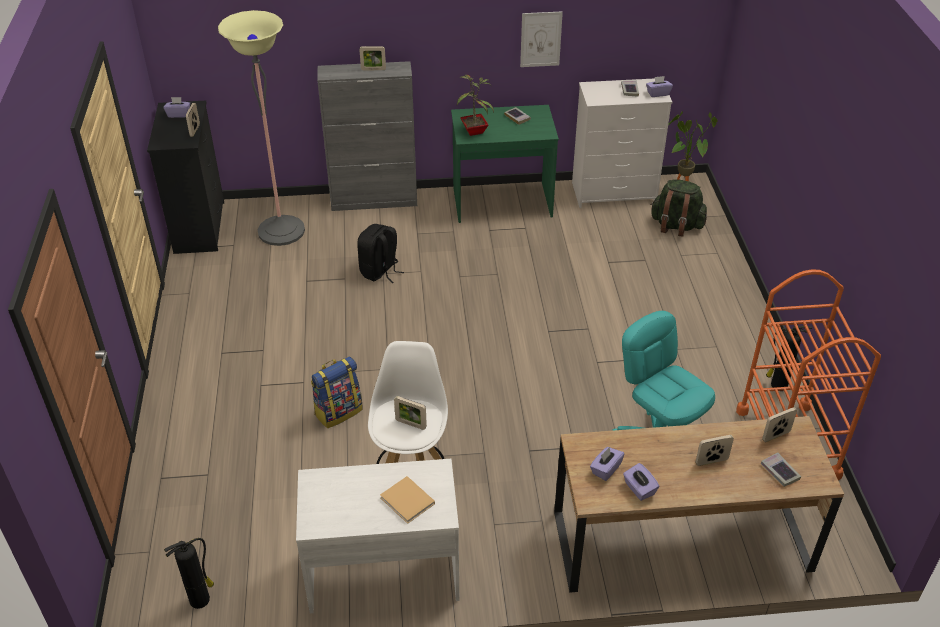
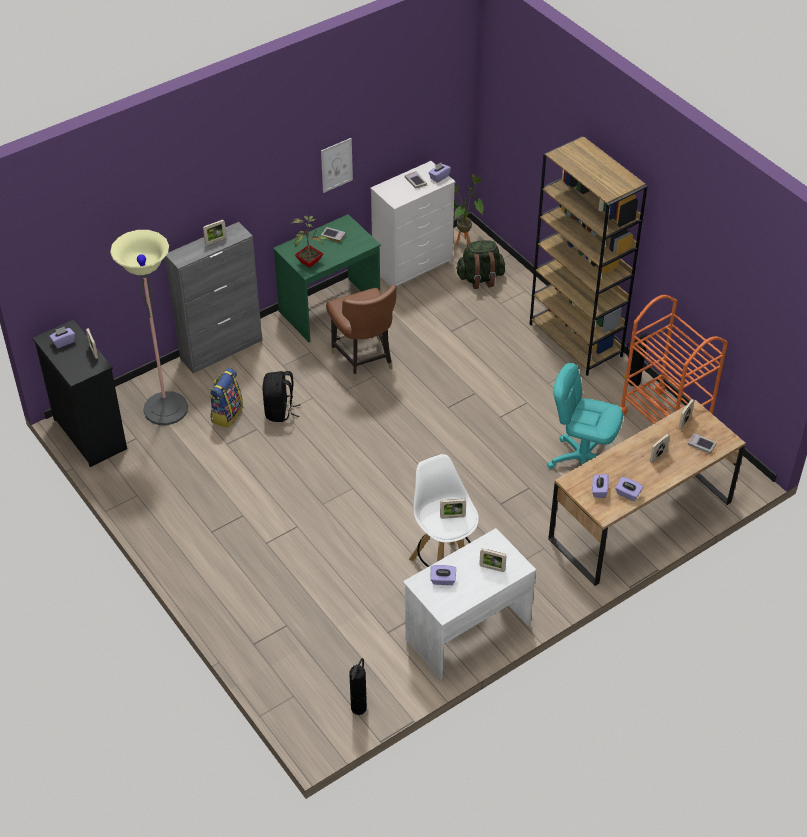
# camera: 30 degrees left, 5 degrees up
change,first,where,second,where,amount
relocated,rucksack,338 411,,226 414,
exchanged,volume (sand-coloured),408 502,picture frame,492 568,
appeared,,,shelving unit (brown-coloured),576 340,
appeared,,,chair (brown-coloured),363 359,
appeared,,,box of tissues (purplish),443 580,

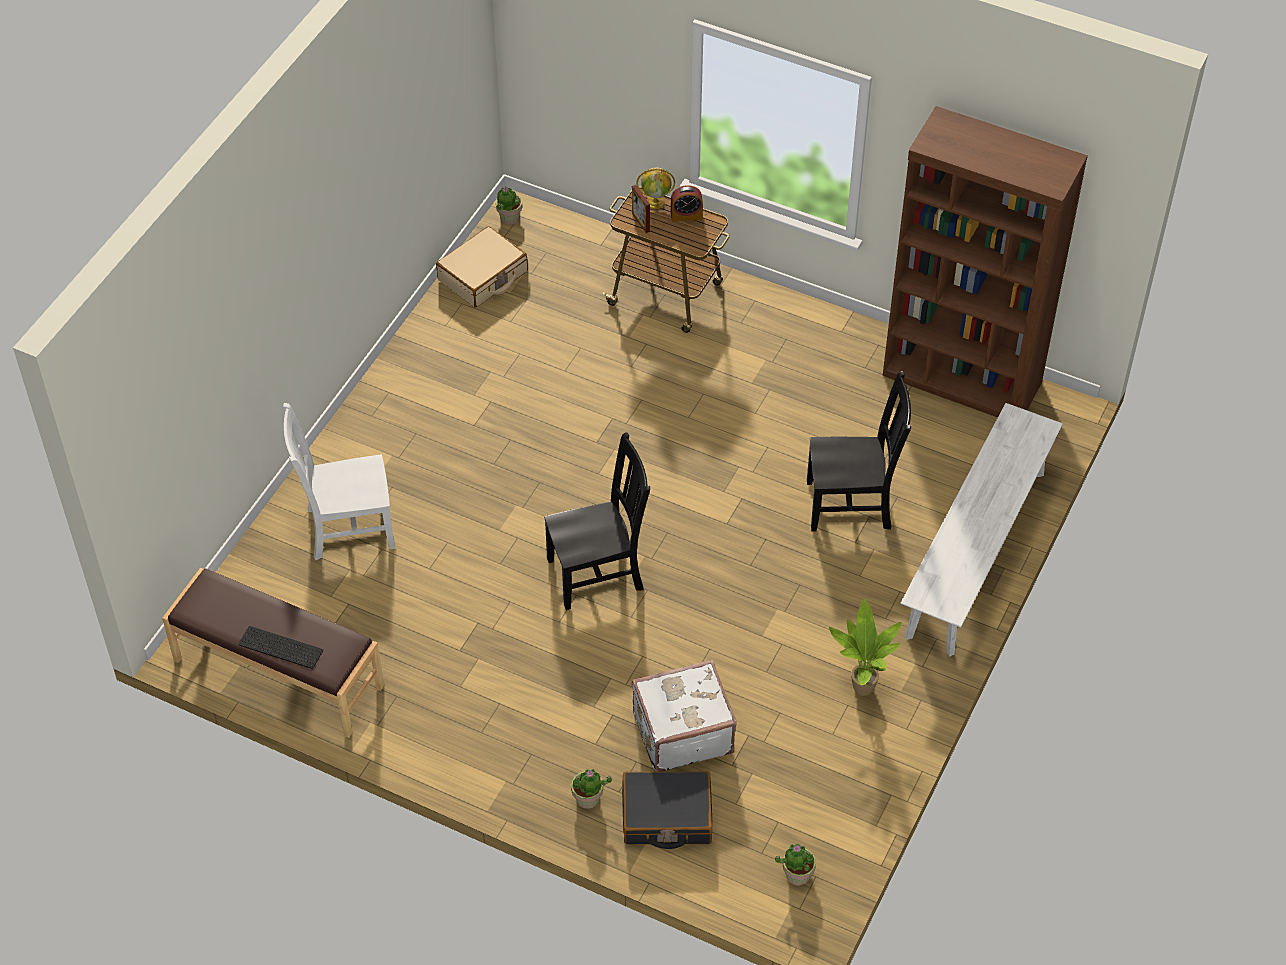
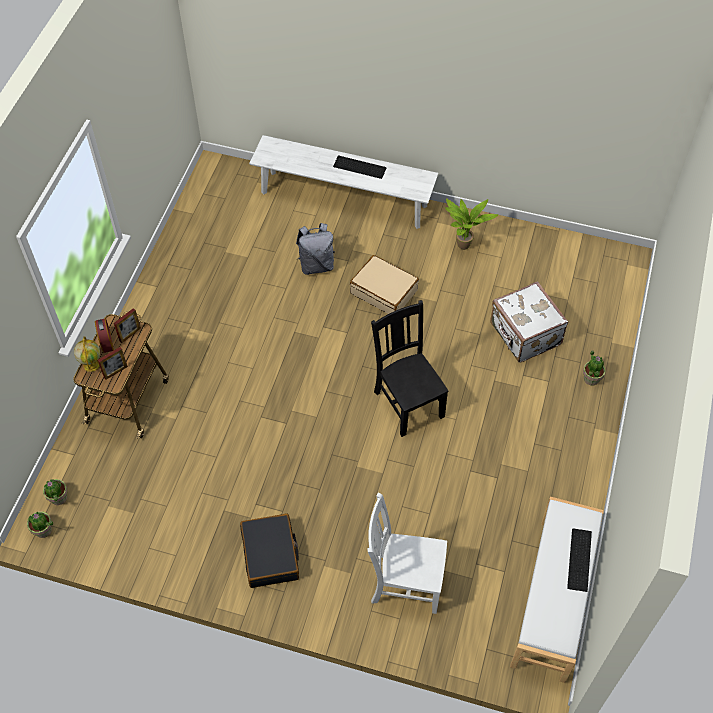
# camera: 100 degrees left, 5 degrees up
change,first,where,second,where,amount
missing,shelving unit (brown-coloured),962 380,,,
relocated,travel case (sand-coloured),483 276,,384 291,
exchanged,chair (black),852 504,rucksack (gray),316 265,
spun,chair (white),347 528,,404 582,120 degrees clockwise
colour,bench (brown-coloured),278 674,bench (white),553 599,
relocated,travel case (black),667 816,,270 555,
relocated,potted plant,797 874,,58 498,
appeared,,,PC keyboard,360 166,
appeared,,,picture frame,130 334,

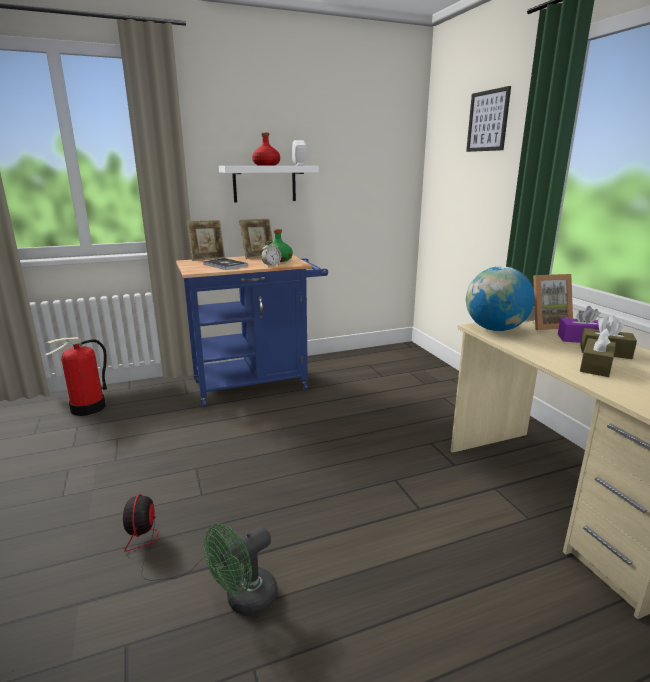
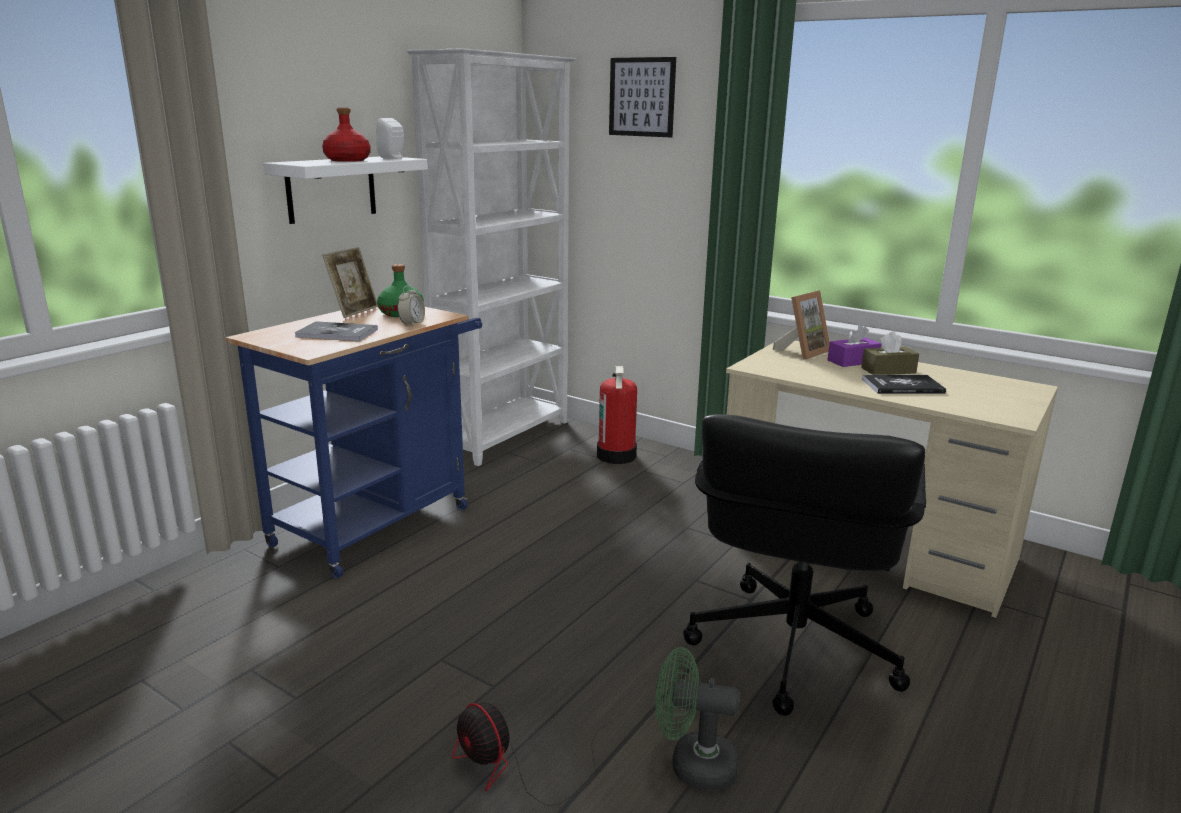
# camera: 35 degrees left, 0 degrees up
change,first,where,second,where,amount
missing,picture frame,207 258,,,
missing,world globe,495 329,,,
exchanged,box of tissues (brown-coloured),596 366,volume,902 386,
relocated,extinguisher,88 408,,617 456,
spun,electric fan (greenish),245 601,,692 765,90 degrees clockwise
appeared,,,shelving unit (white),505 436,
appeared,,,office chair (black),791 648,

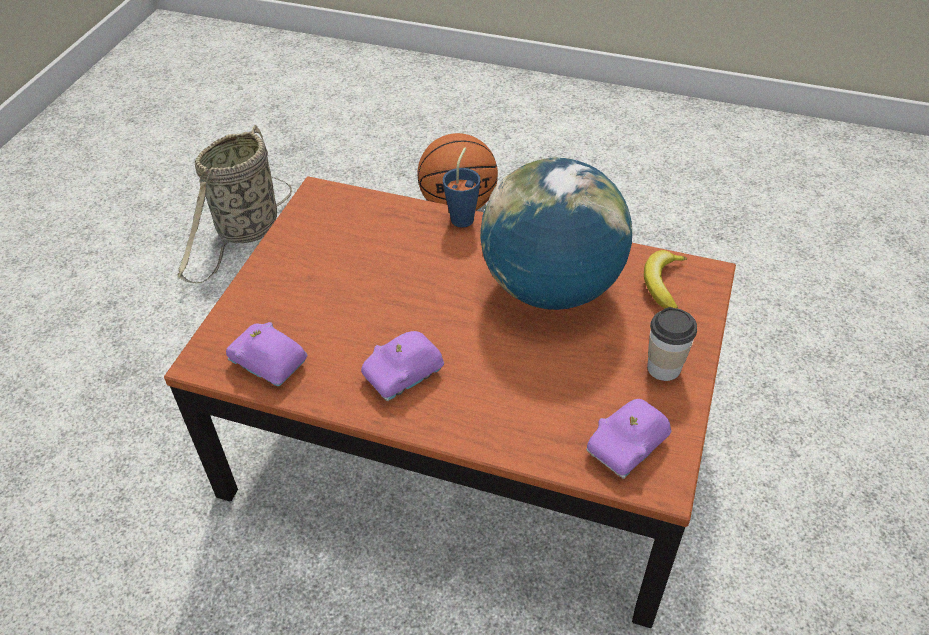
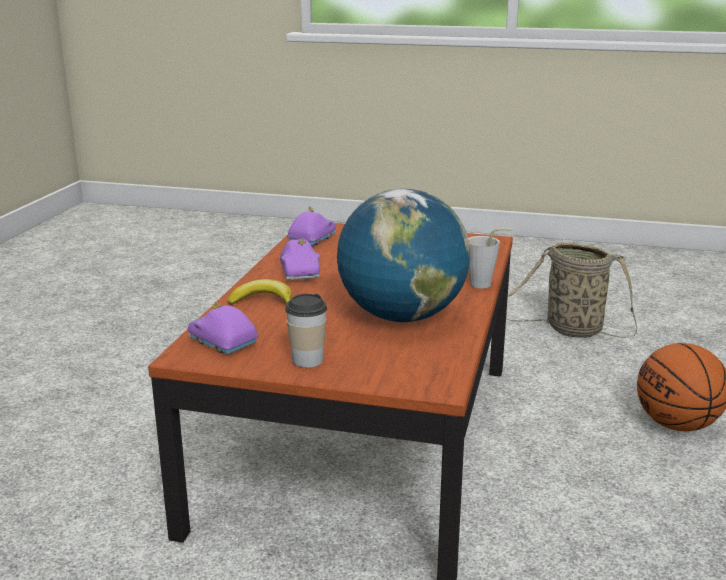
# camera: 85 degrees right, 25 degrees down
change,first,where,second,where,amount
colour,drinking cup (bluish),464 216,drinking cup (gray),485 285,
relocated,whole banana,662 283,,263 301,
spun,miniature car (purplish),404 375,,300 273,150 degrees counterclockwise

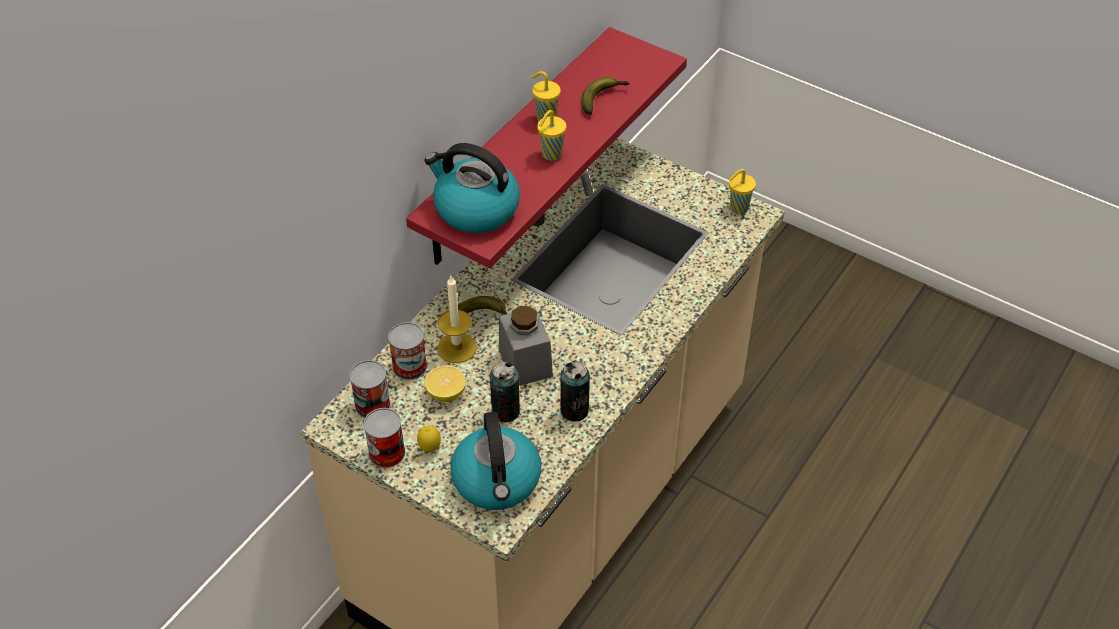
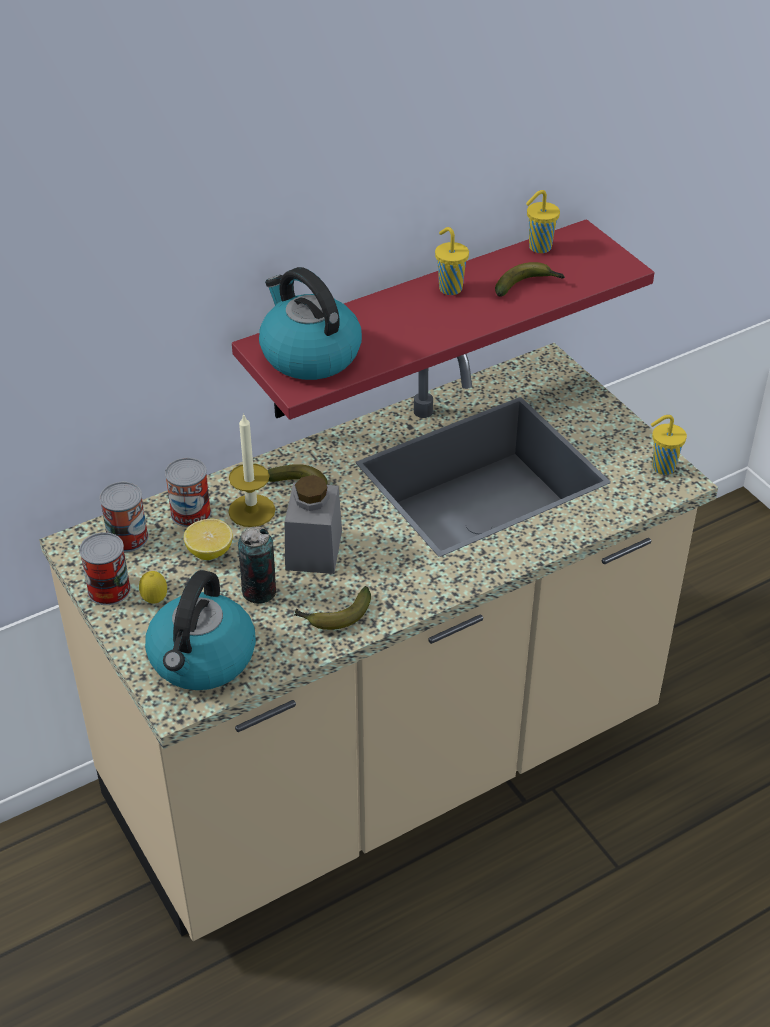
# camera: 25 degrees right, 5 degrees down
change,first,where,second,where,amount
relocated,drinking cup (yellowish),550 155,,538 248,
exchanged,can,574 410,whole banana,334 616,

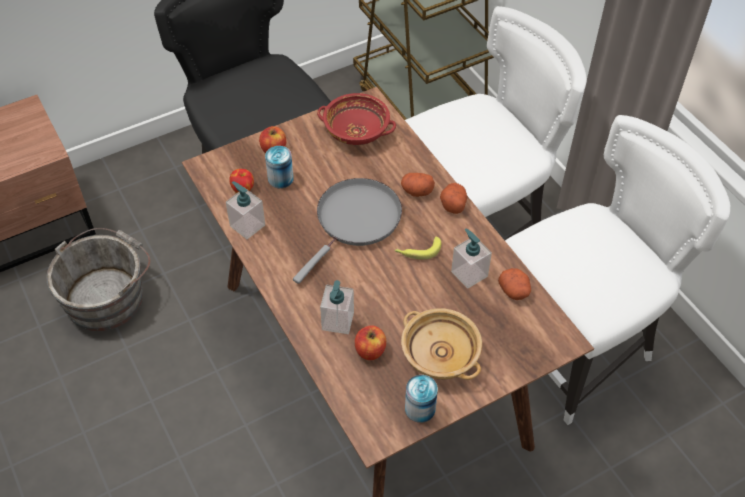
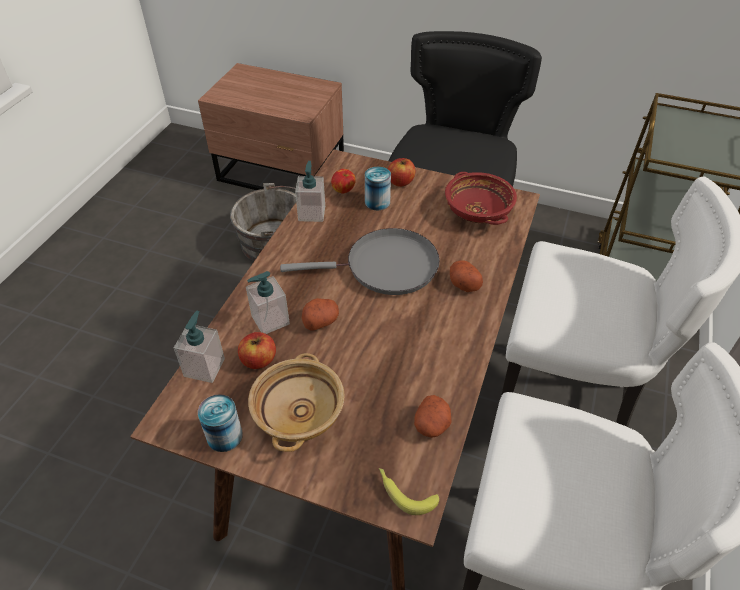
# camera: 50 degrees right, 5 degrees down
change,first,where,second,where,amount
relocated,whole potato,453 204,,320 321,
relocated,soap dispenser,469 274,,204 367,
relocated,whole banana,418 251,,404 492,

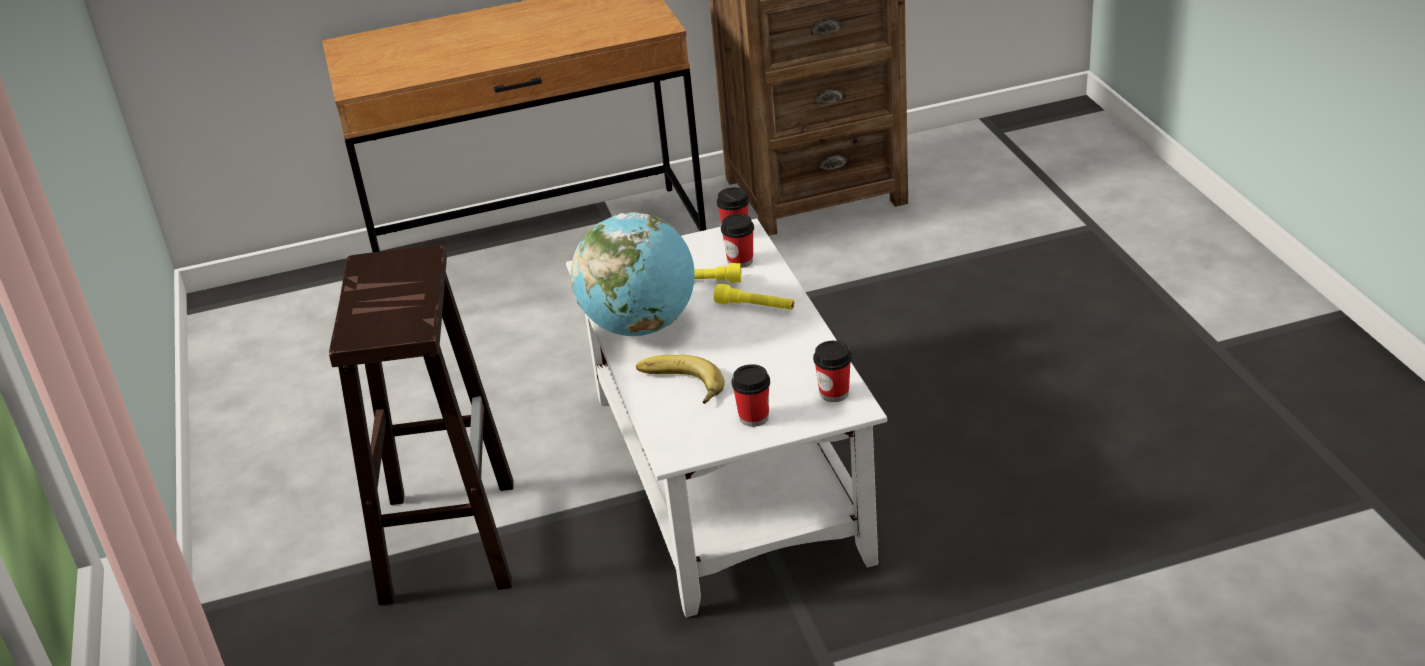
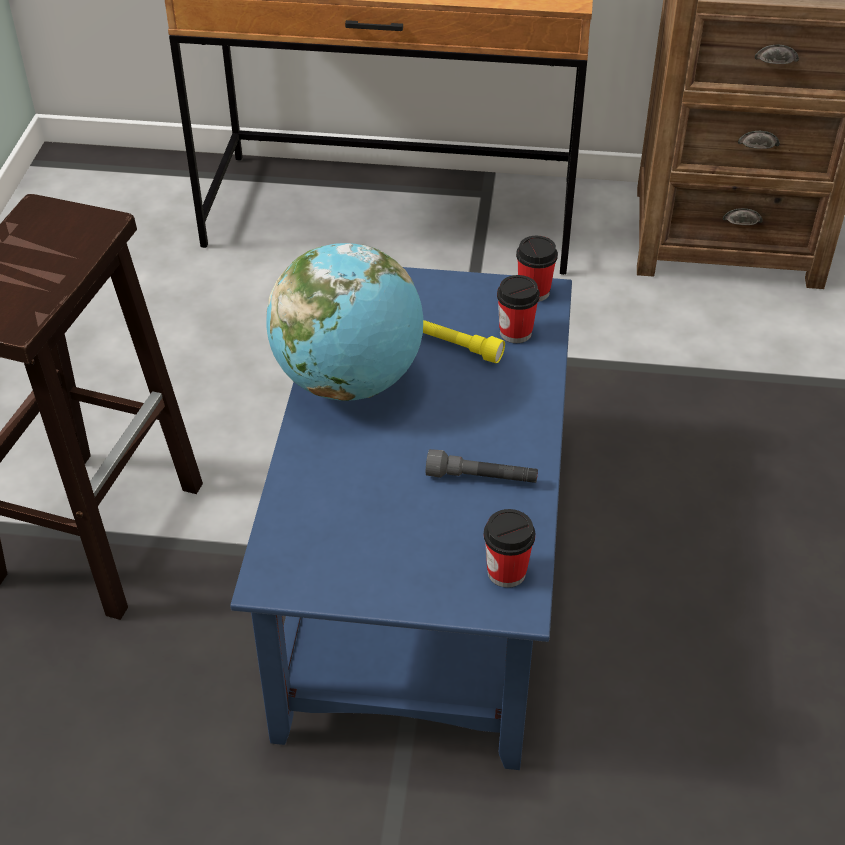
# camera: 20 degrees right, 10 degrees up
change,first,where,second,where,amount
colour,low table (white),725 474,low table (bluish),421 569,
missing,hand torch (yellowish),755 307,,,
missing,whole banana,679 386,,,
missing,drinking cup,754 417,,,
appeared,,,hand torch (gray),481 478,

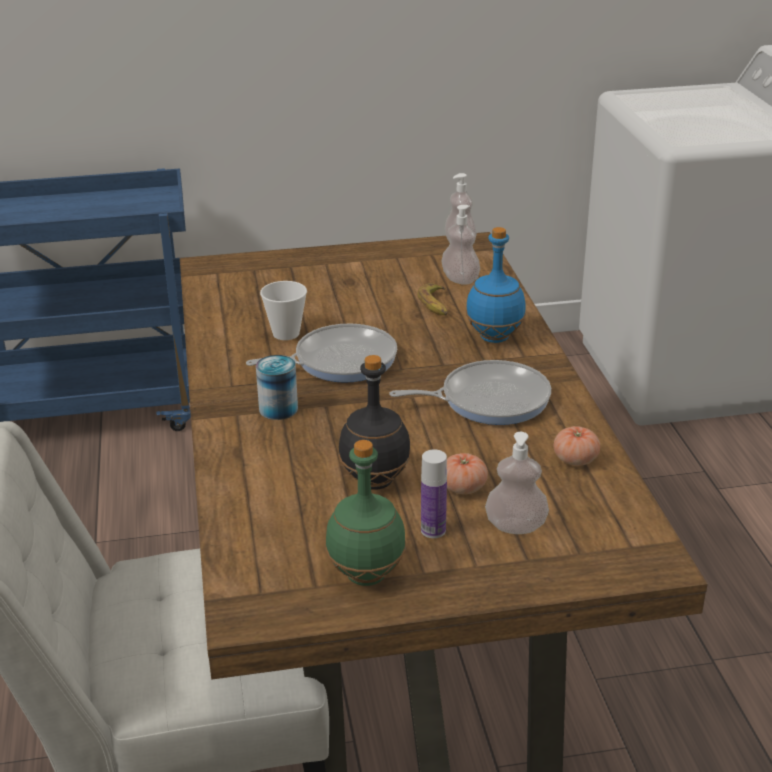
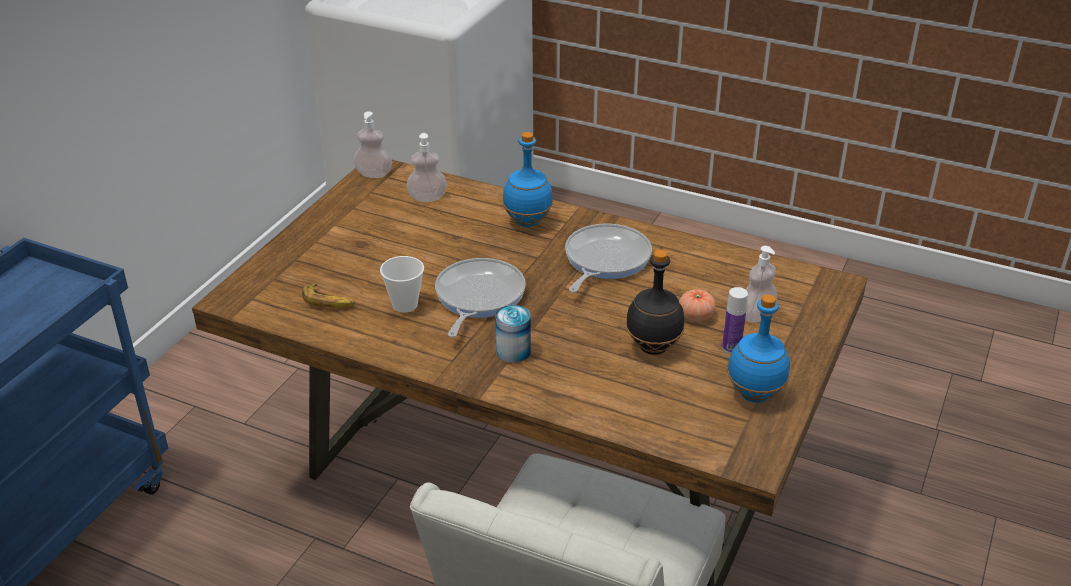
# camera: 55 degrees left, 5 degrees up
change,first,where,second,where,amount
relocated,whole banana,435 305,,328 301,
missing,whole tomato,575 459,,,
colour,drink bottle (greenish),367 575,drink bottle (bluish),755 394,

